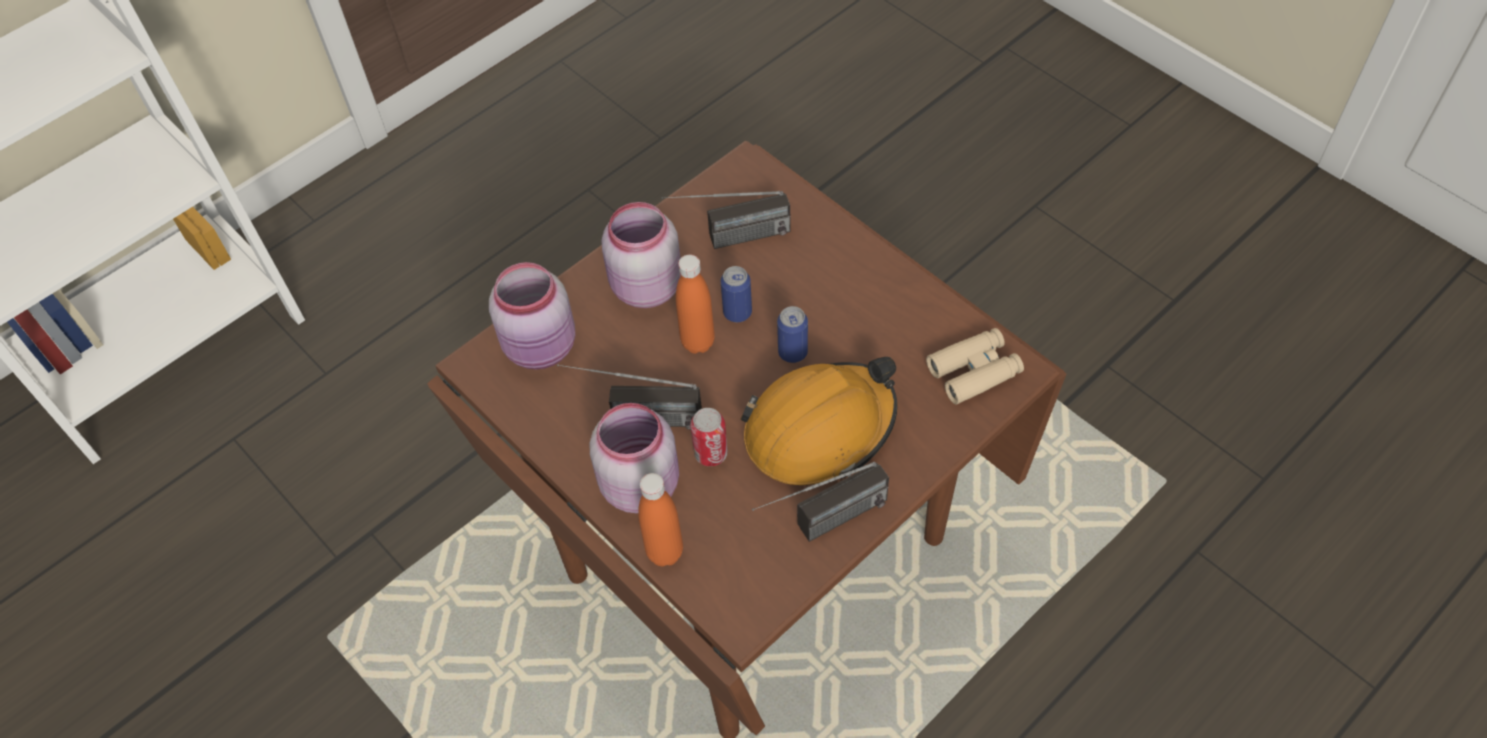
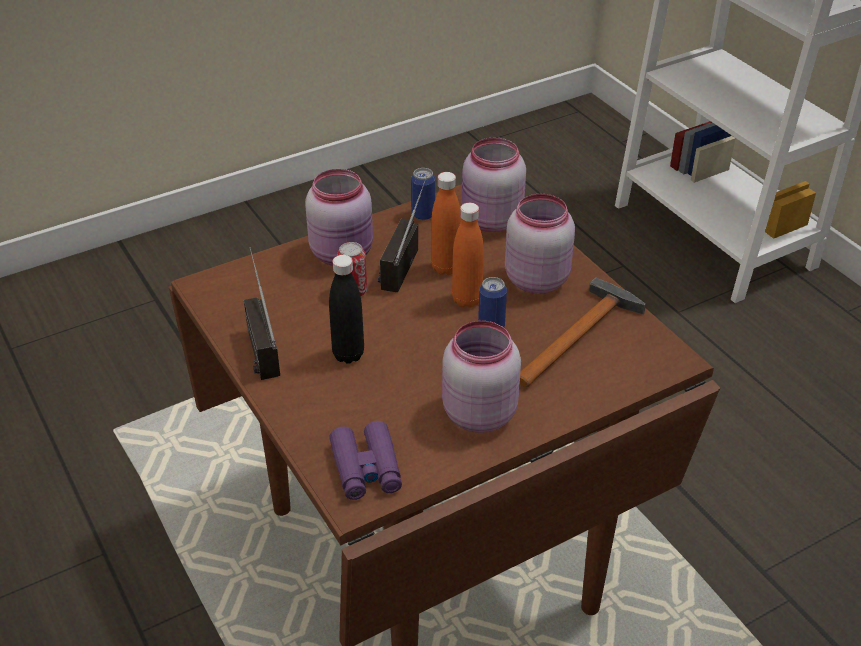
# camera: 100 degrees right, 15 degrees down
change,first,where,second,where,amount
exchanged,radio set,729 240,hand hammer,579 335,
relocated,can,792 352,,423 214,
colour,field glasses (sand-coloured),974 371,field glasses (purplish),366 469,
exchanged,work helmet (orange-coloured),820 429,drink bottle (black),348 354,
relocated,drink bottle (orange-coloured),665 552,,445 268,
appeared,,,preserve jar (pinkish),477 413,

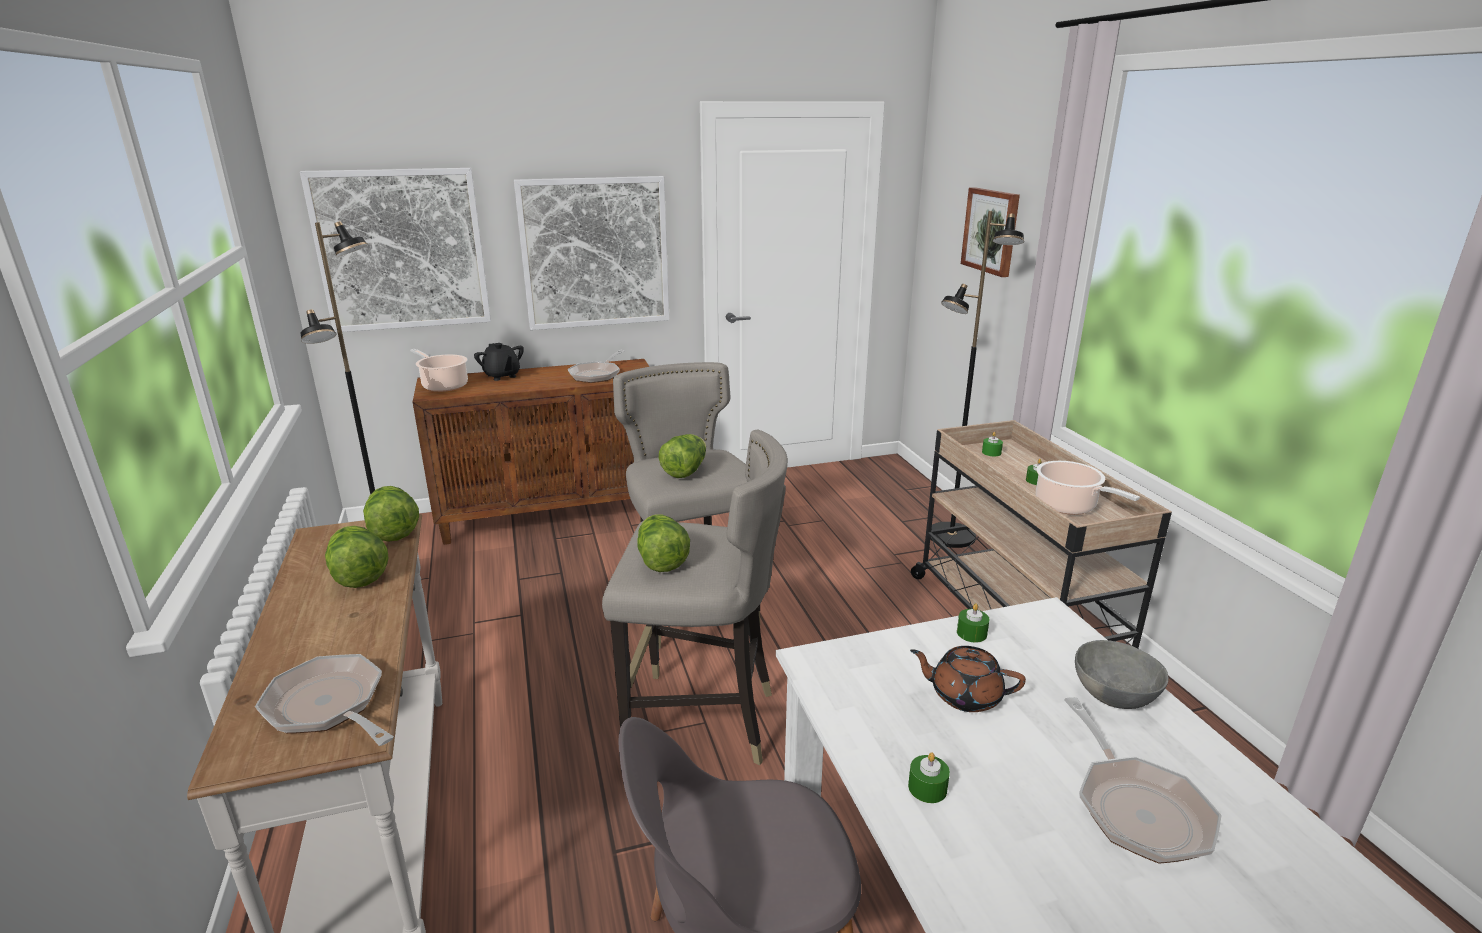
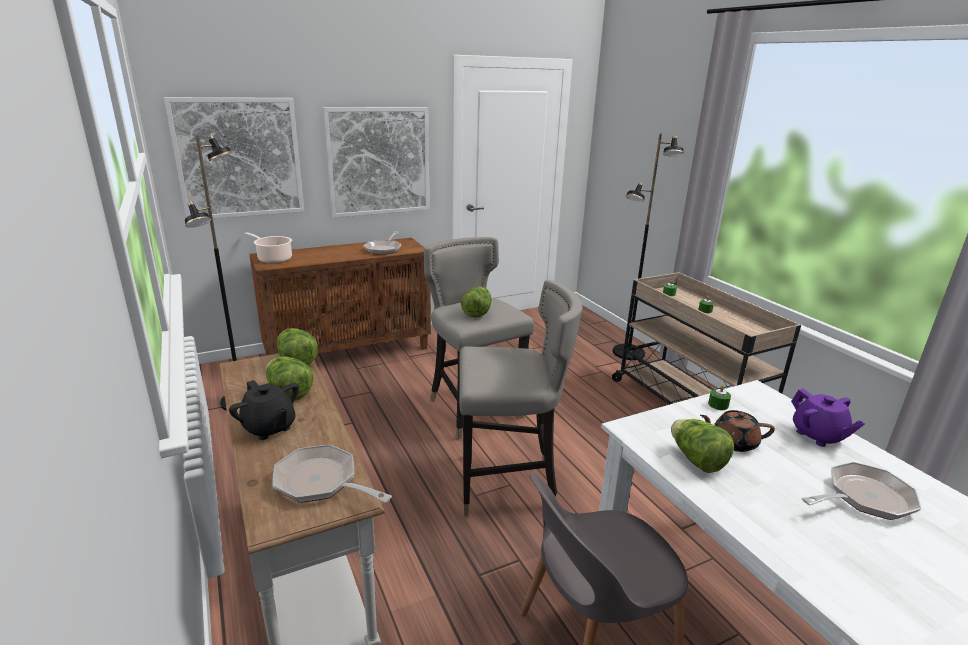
# camera: 10 degrees left, 0 degrees up
change,first,where,second,where,amount
missing,picture,991 231,,,
relocated,tea pot (black),502 376,,269 428,
missing,saucepot,1069 506,,,
relocated,lettuce,661 561,,696 460,
exchanged,bowl (gray),1111 695,tea pot (purplish),818 435,
spun,frying pan,1136 807,,864 498,90 degrees counterclockwise
missing,wax candle (greenish),927 788,,,

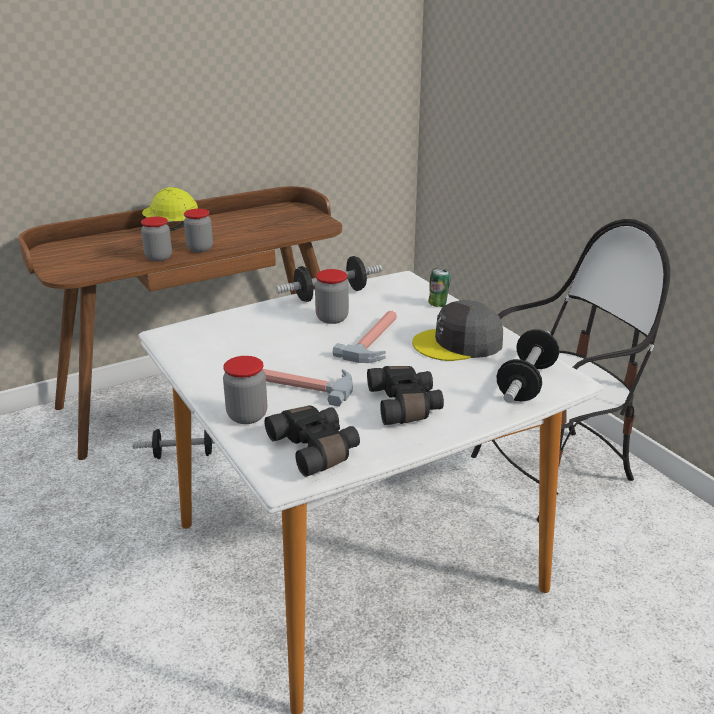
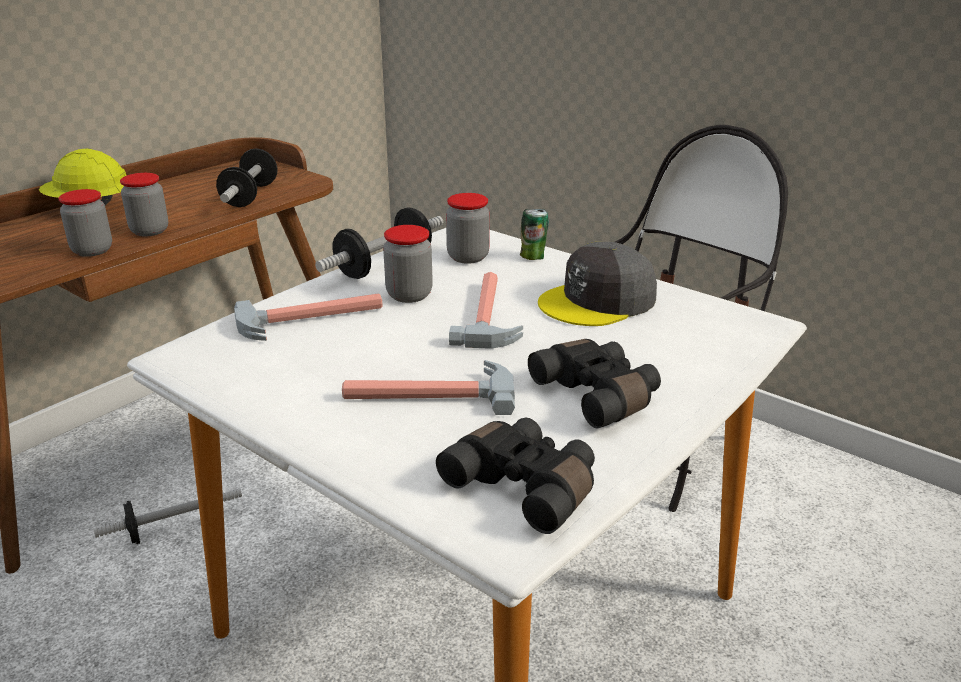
# camera: 20 degrees left, 0 degrees up
change,first,where,second,where,amount
relocated,hand weight,526 383,,250 196,
relocated,preserve jar,247 416,,468 257,
appeared,,,hand hammer,311 320,

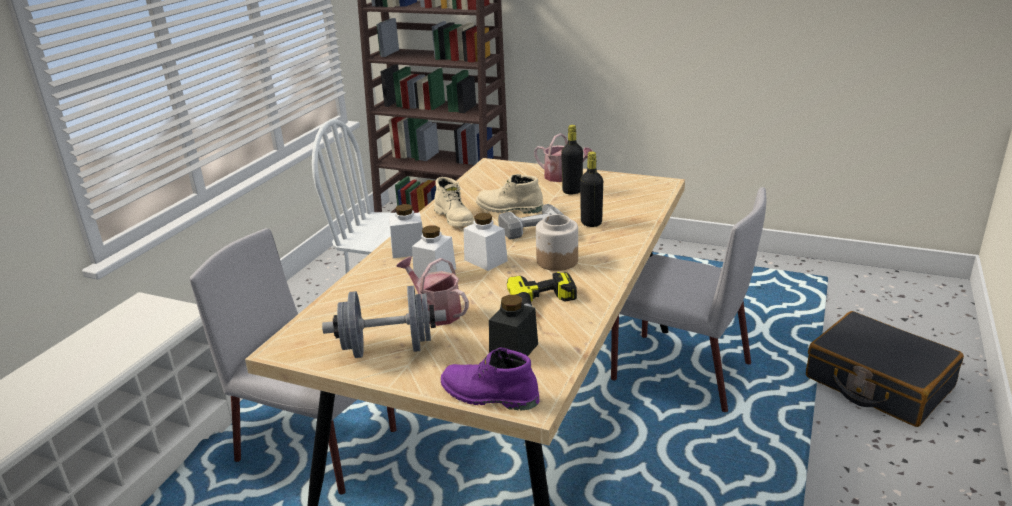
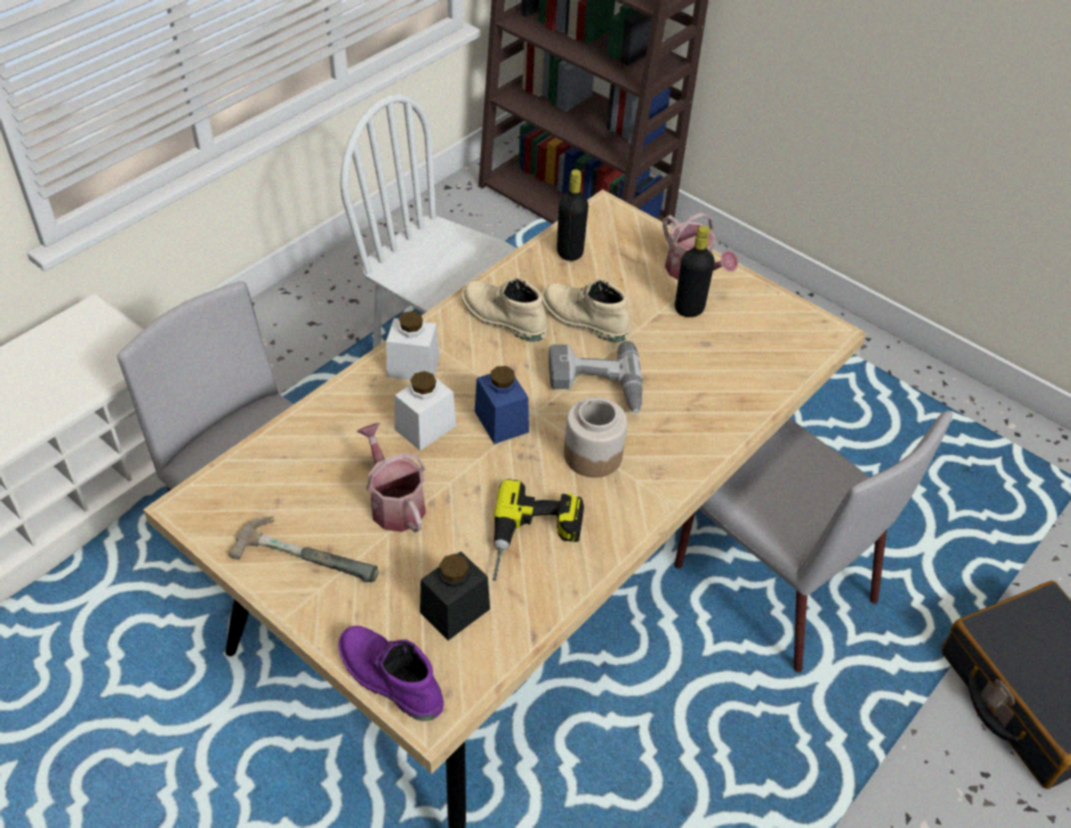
# camera: 15 degrees right, 20 degrees up
change,first,where,second,where,amount
relocated,drink bottle (black),591 223,,570 252,
spun,high-top boot (sand-coloured),455 218,,502 318,135 degrees clockwise
colour,preserve jar (white),485 260,preserve jar (bluish),501 421,
exchanged,hand weight (gray),388 348,hand hammer,310 551,

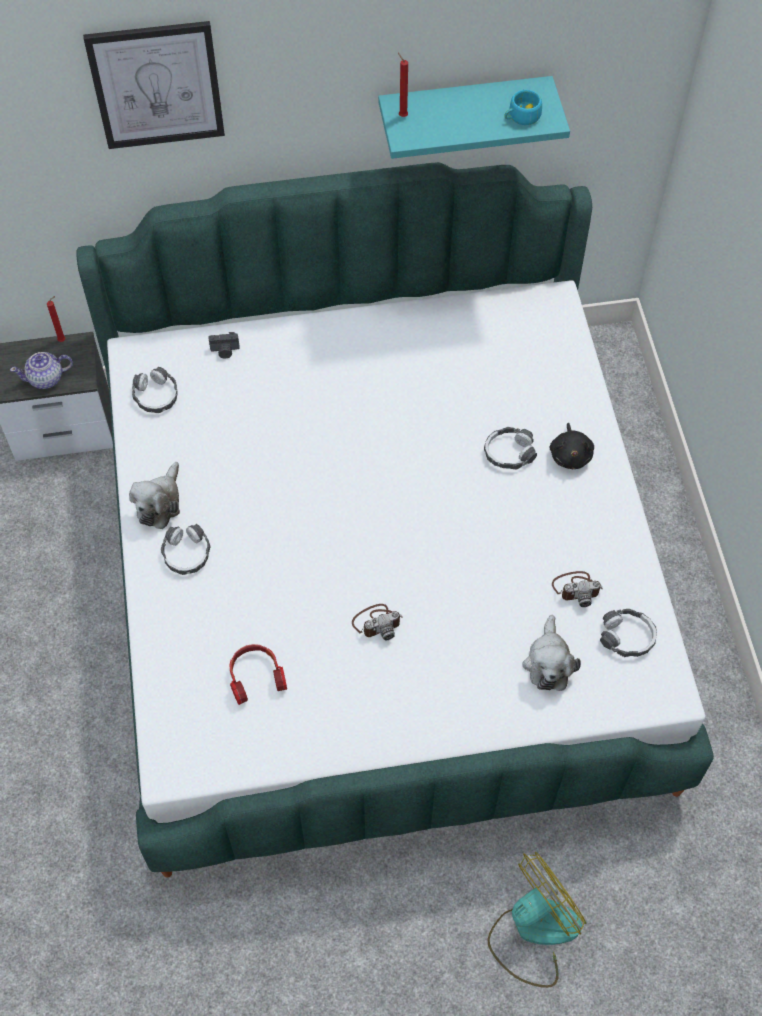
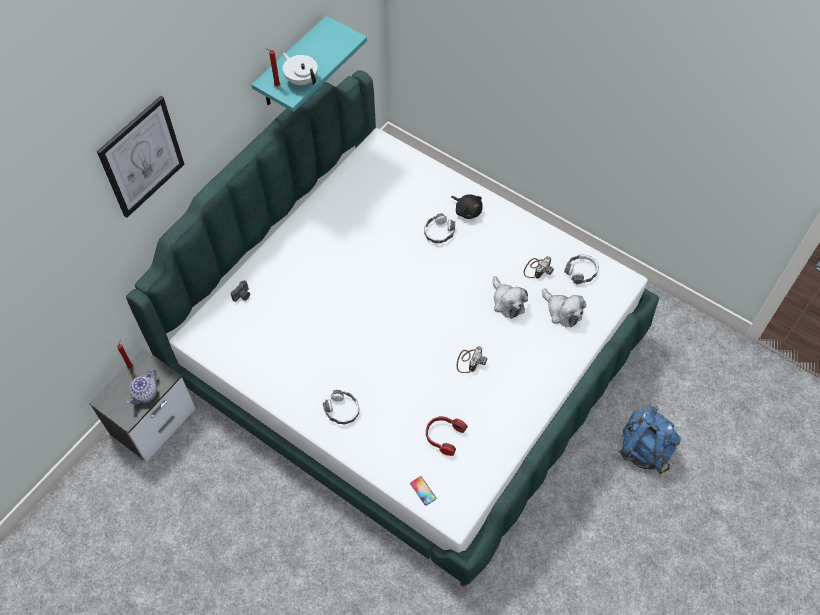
# camera: 45 degrees left, 0 degrees up
change,first,where,second,where,amount
missing,drinking cup (turquoise-coloured),521 117,,,
missing,headphones,156 395,,,
relocated,plush toy,159 503,,507 302,
exchanged,electric fan,533 931,rucksack (bluish),644 449,
appeared,,,tea pot (white),301 80,
appeared,,,telephone,423 491,

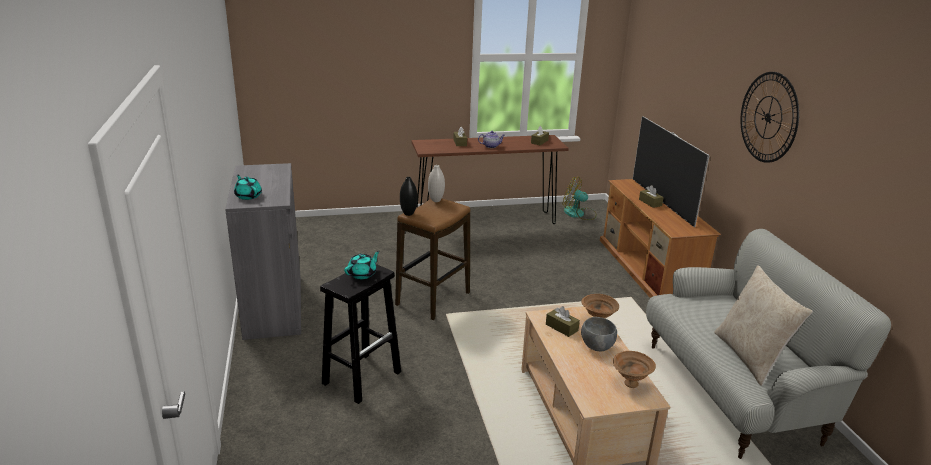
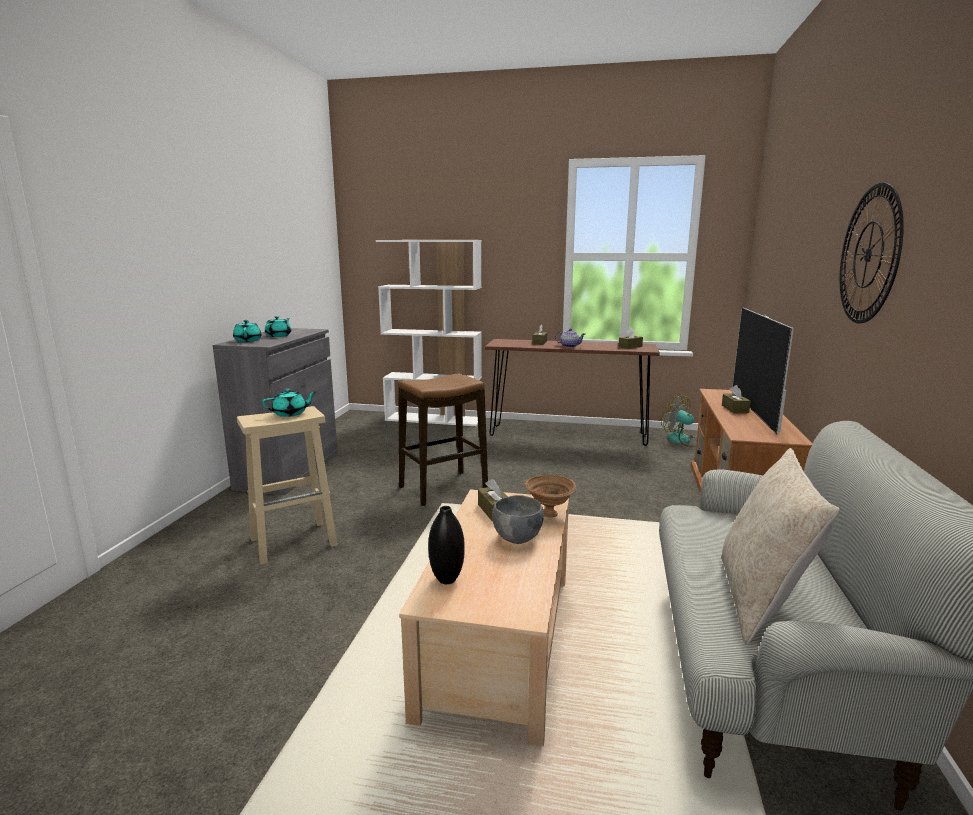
# camera: 25 degrees right, 10 degrees down
change,first,where,second,where,amount
missing,decorative vase (white),436 200,,,
relocated,decorative vase (black),408 214,,447 579,
colour,stool (black),362 377,stool (sand-coloured),295 541,
missing,bowl (brown-coloured),630 384,,,
appeared,,,shelving unit (white),434 419,
appeared,,,tea pot (turquoise-coloured),279 336,

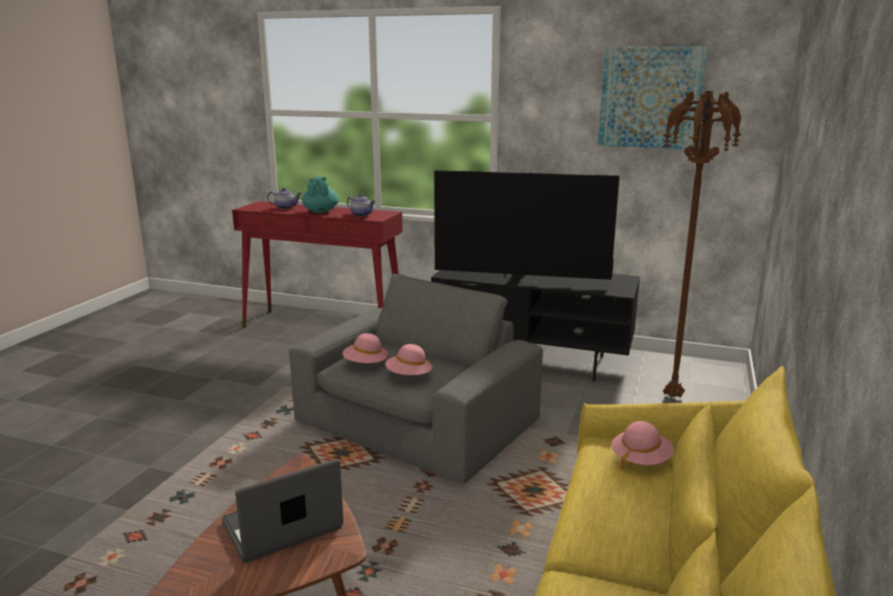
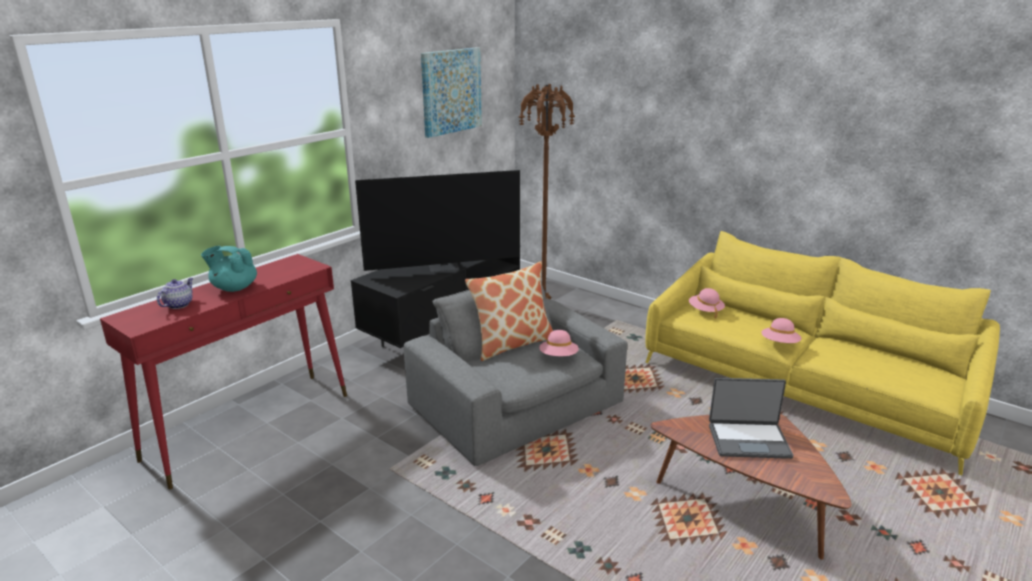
# camera: 70 degrees left, 5 degrees up
change,first,where,second,where,amount
spun,television,522 279,,443 266,45 degrees clockwise
missing,tea pot,362 215,,,
relocated,wearable hat (pinkish),365 364,,779 344,
spun,portable computer,283 527,,748 440,75 degrees counterclockwise
appeared,,,pillow,512 343,

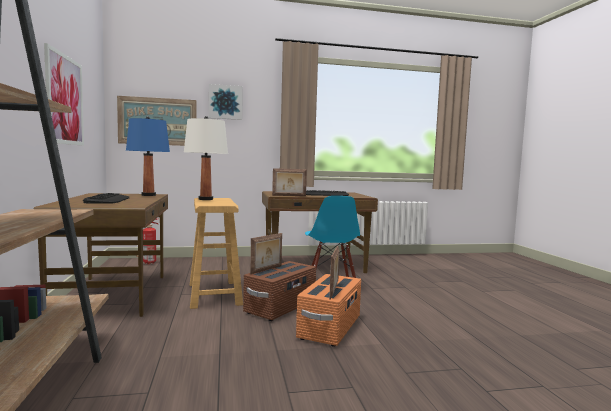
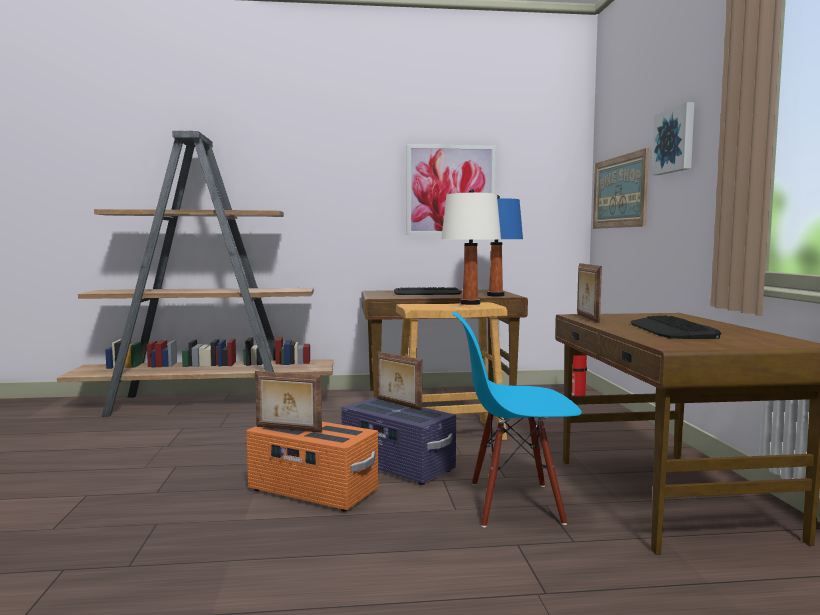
# camera: 95 degrees right, 0 degrees up
change,first,where,second,where,amount
colour,storage box (brown-coloured),281 307,storage box (purplish),397 465,

